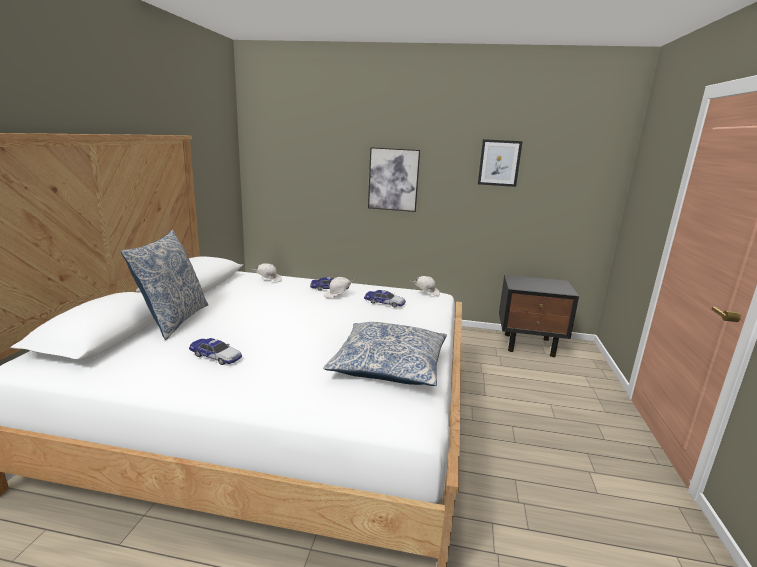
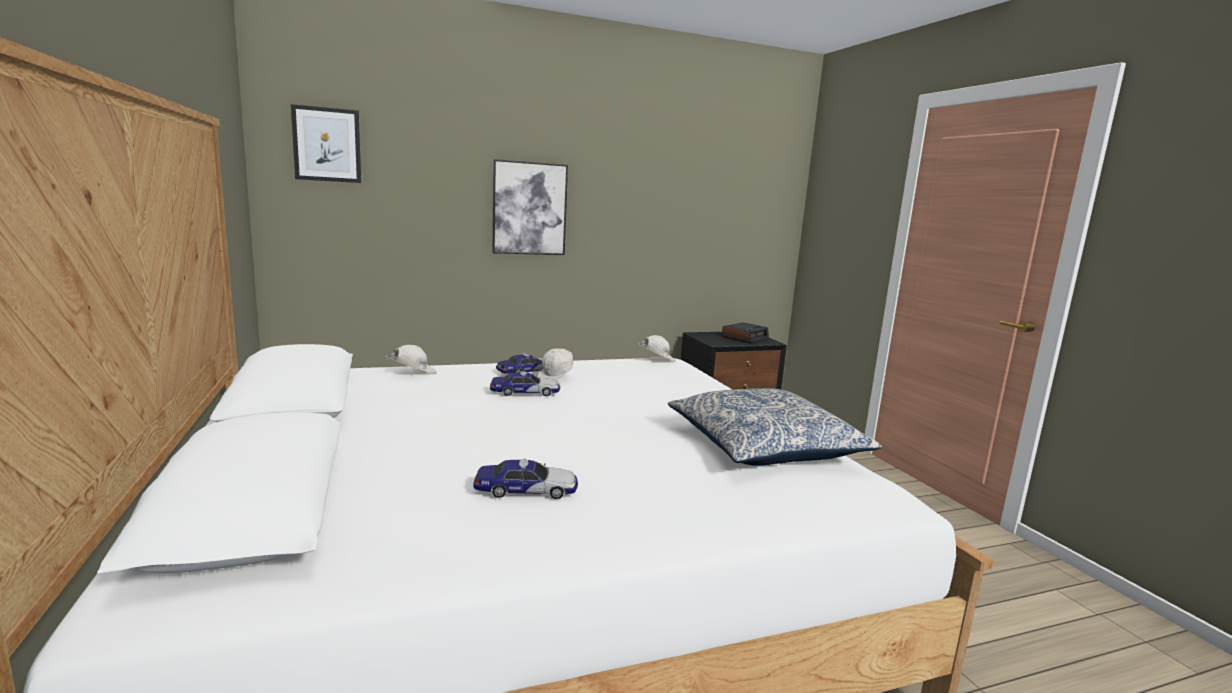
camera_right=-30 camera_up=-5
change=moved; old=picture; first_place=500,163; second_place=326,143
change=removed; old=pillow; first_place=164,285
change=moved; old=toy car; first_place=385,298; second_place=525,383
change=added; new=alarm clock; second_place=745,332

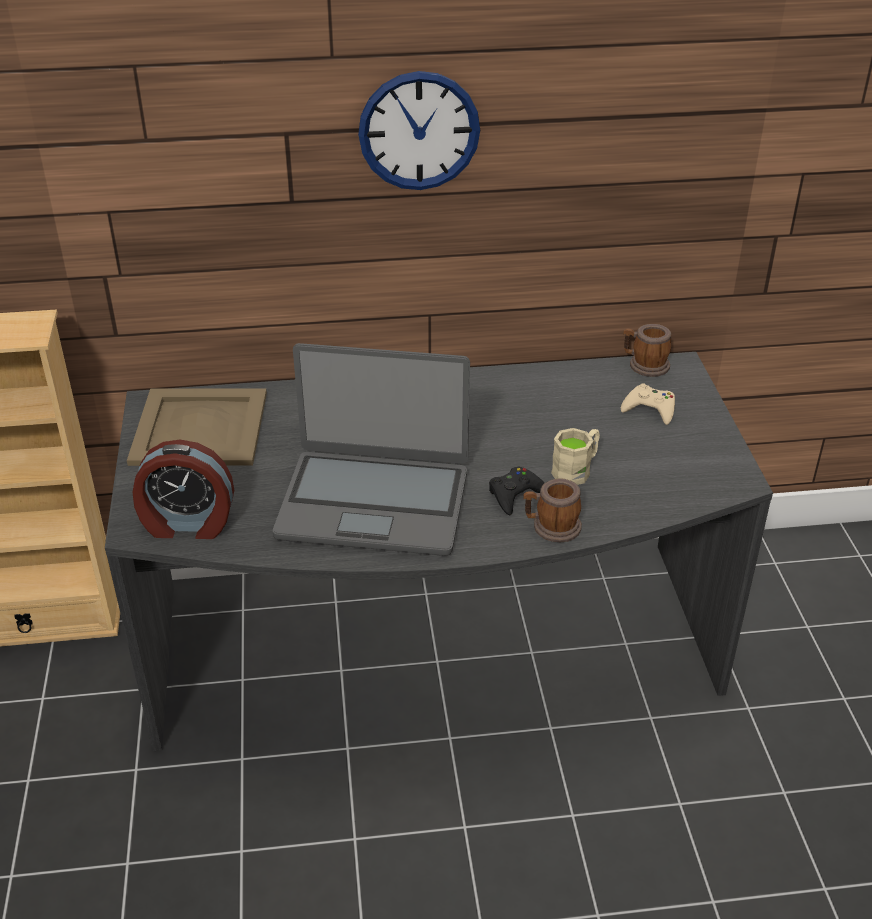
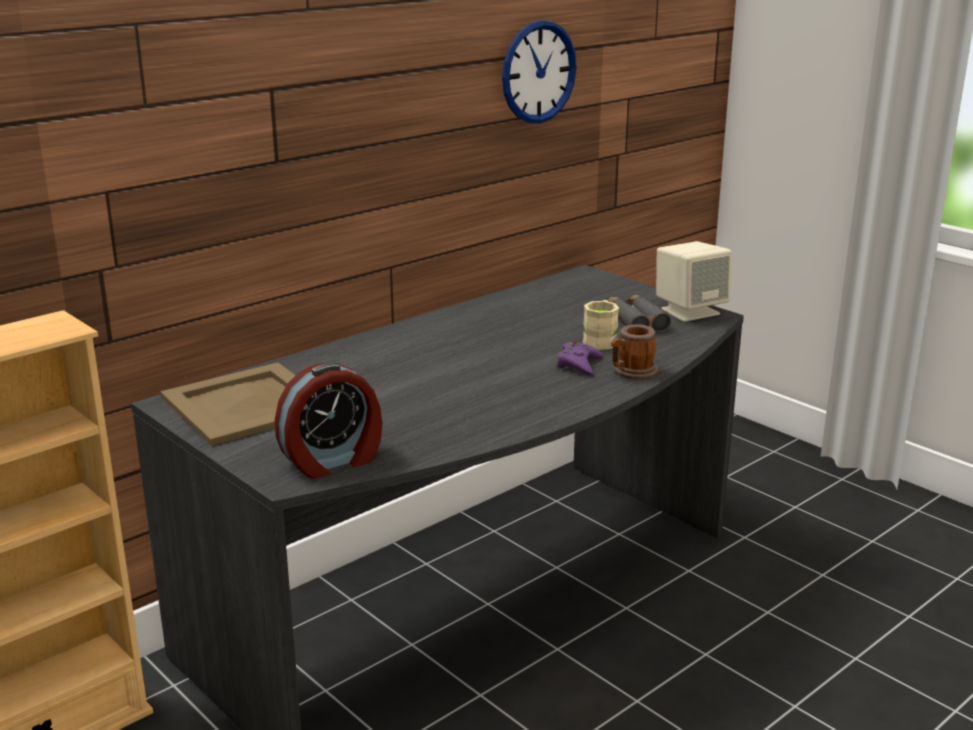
camera_right=-35 camera_up=-15
change=moved; old=wall clock; first_place=419,130; second_place=539,72
change=removed; old=mug; first_place=647,350
change=removed; old=laptop; first_place=371,449
change=removed; old=beige game controller; first_place=648,404
change=recoloured; old=black game controller; new=purple game controller; first_place=516,491; second_place=580,359
change=added; new=beige speaker; second_place=694,281
change=added; new=grey binoculars; second_place=639,313

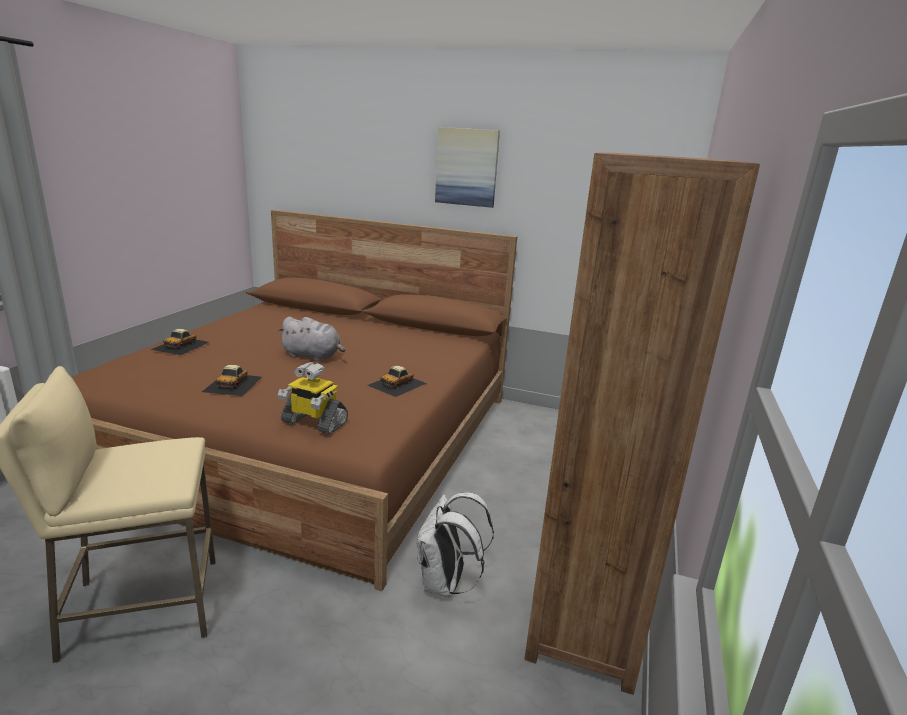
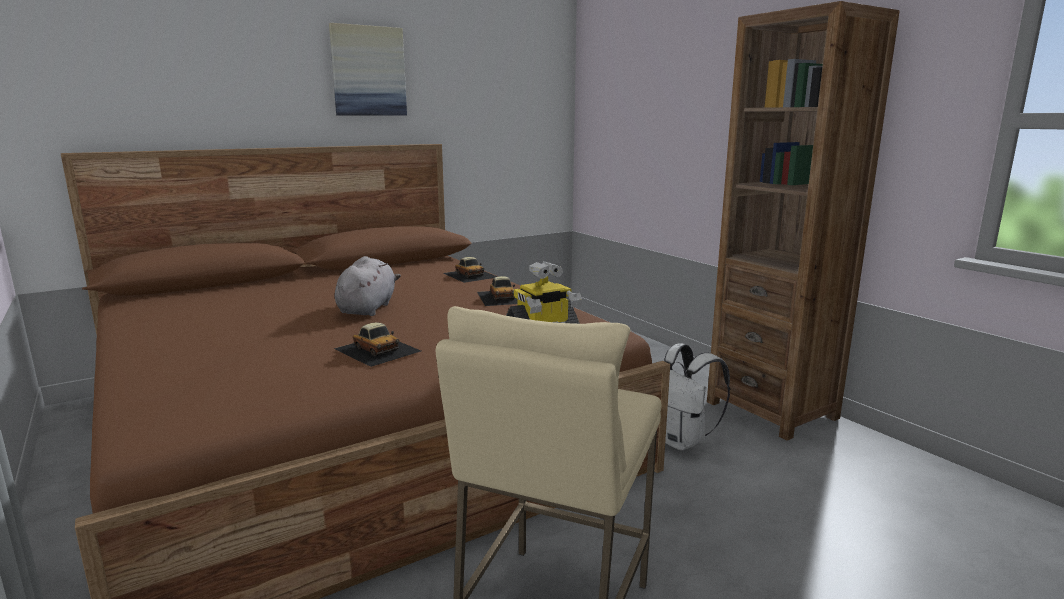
camera_right=-50 camera_up=-5
change=turned; old=grey plush toy; first_place=311,339; second_place=368,286; degrees=-45
change=moved; old=toy car; first_place=179,342; second_place=470,270

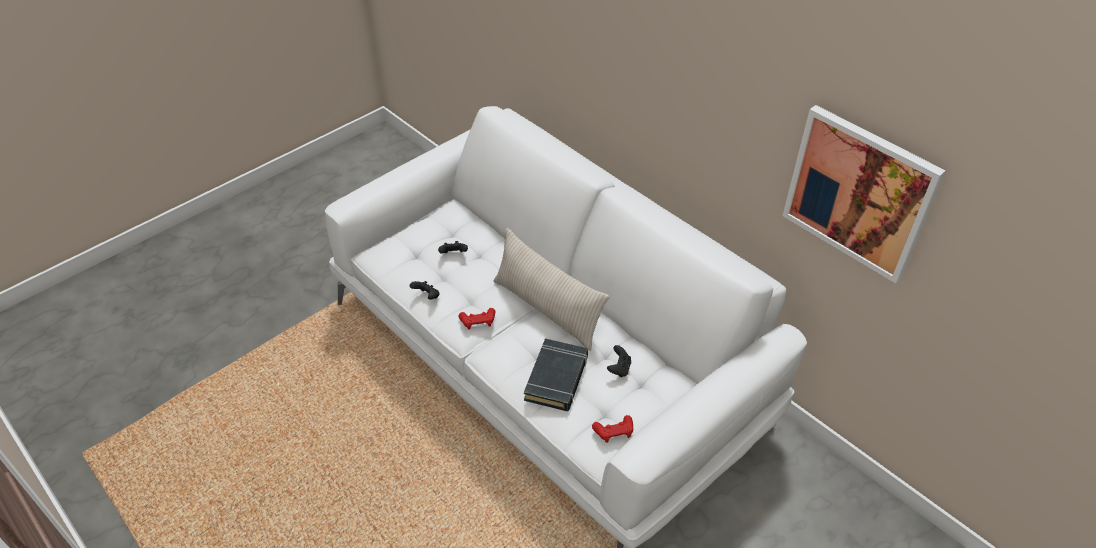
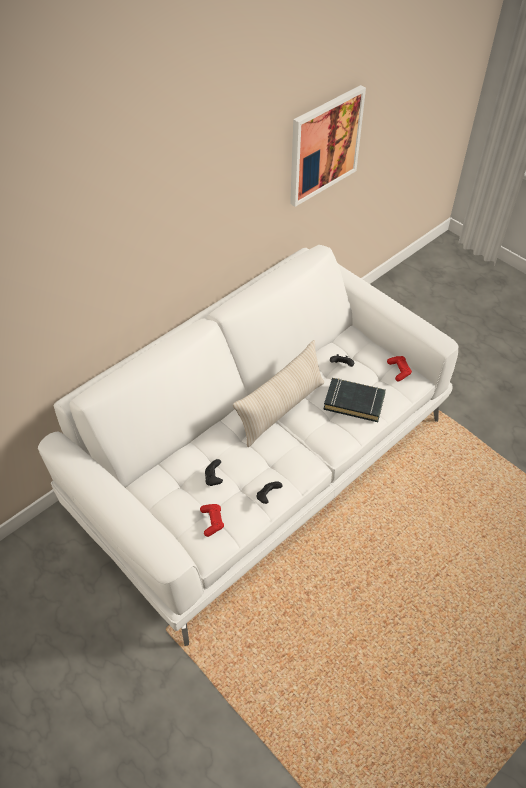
camera_right=-90 camera_up=5
change=moved; old=red game controller; first_place=476,319; second_place=212,520

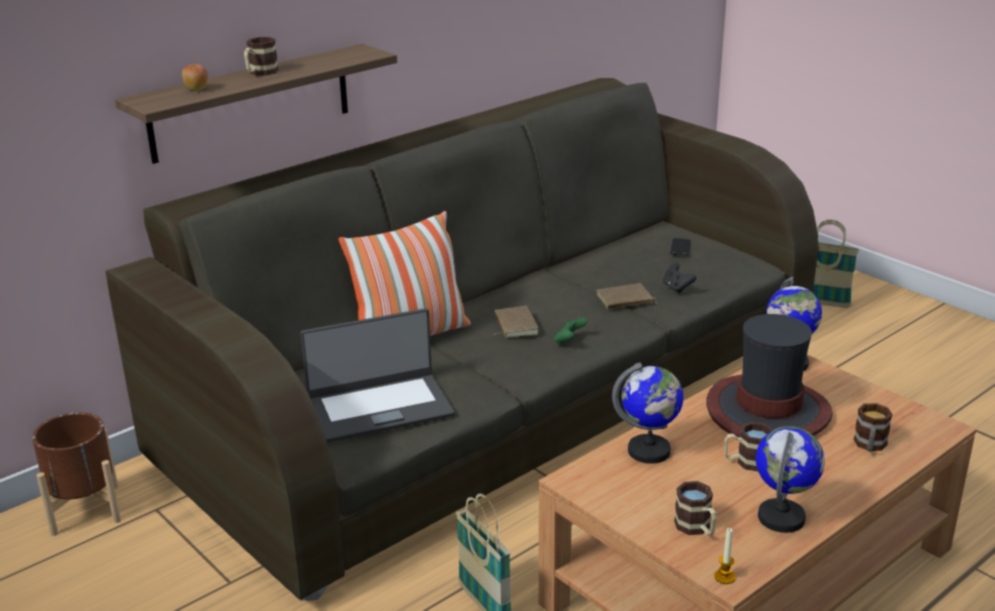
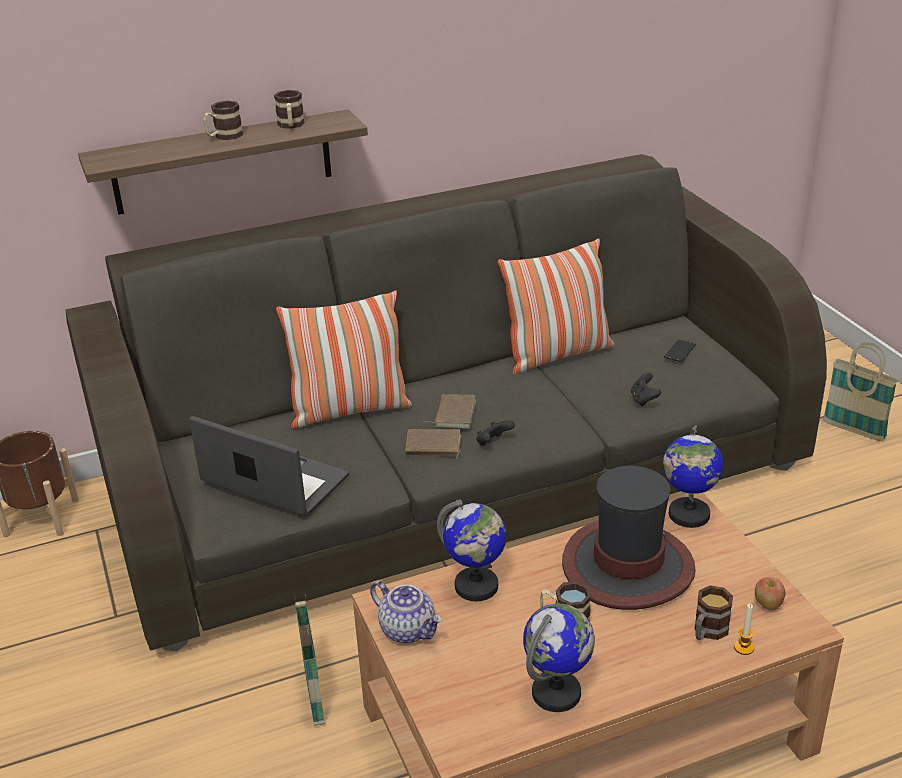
camera_right=20 camera_up=5
change=moved; old=apple; first_place=195,77; second_place=770,593
change=moved; old=brown book; first_place=626,296; second_place=433,444
change=turned; old=laptop; first_place=378,375; second_place=269,466; degrees=-150
change=recoloured; old=green game controller; new=black game controller; first_place=570,331; second_place=495,433
change=moved; old=mug; first_place=695,508; second_place=289,109
change=moved; old=candle; first_place=725,556; second_place=744,629
change=added; new=pillow; second_place=556,306
change=added; new=teapot; second_place=406,612

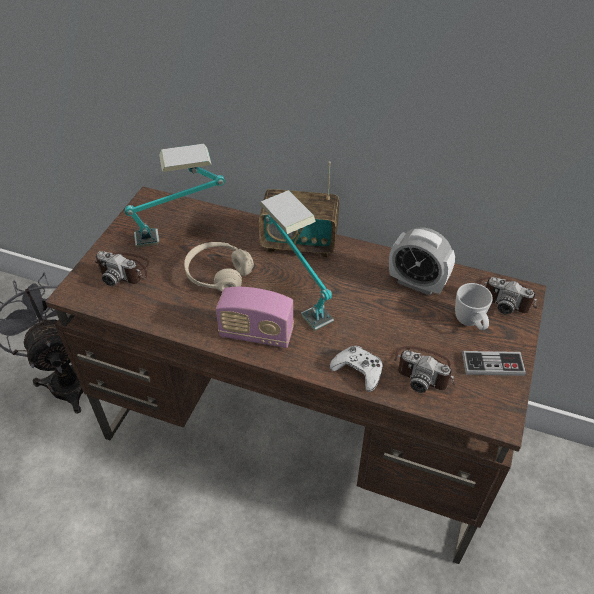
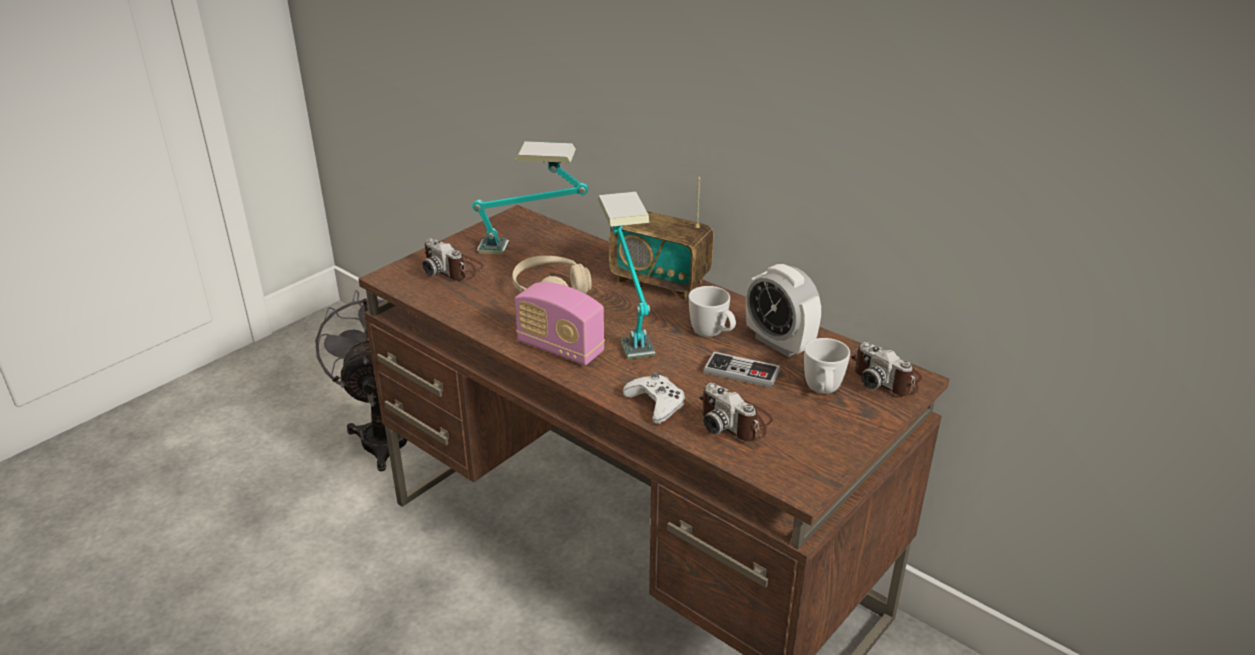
camera_right=20 camera_up=-15
change=moved; old=game controller; first_place=494,363; second_place=742,370
change=added; new=white mug; second_place=712,311

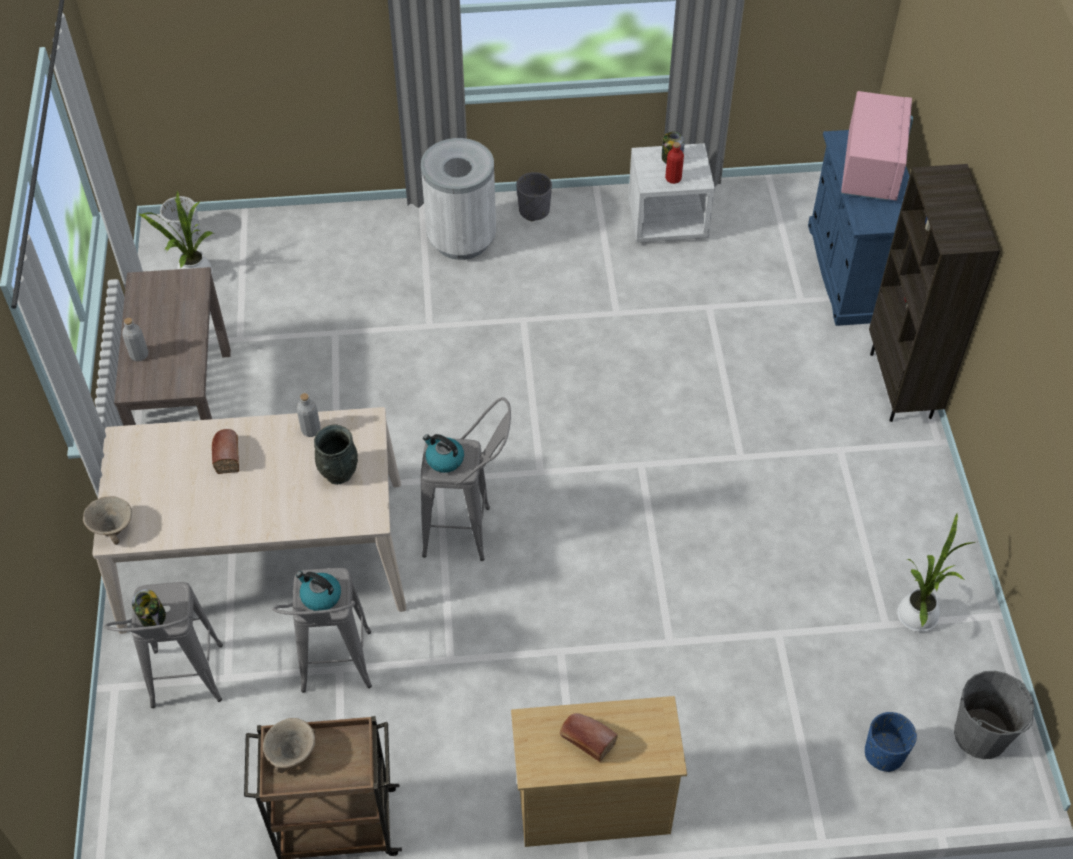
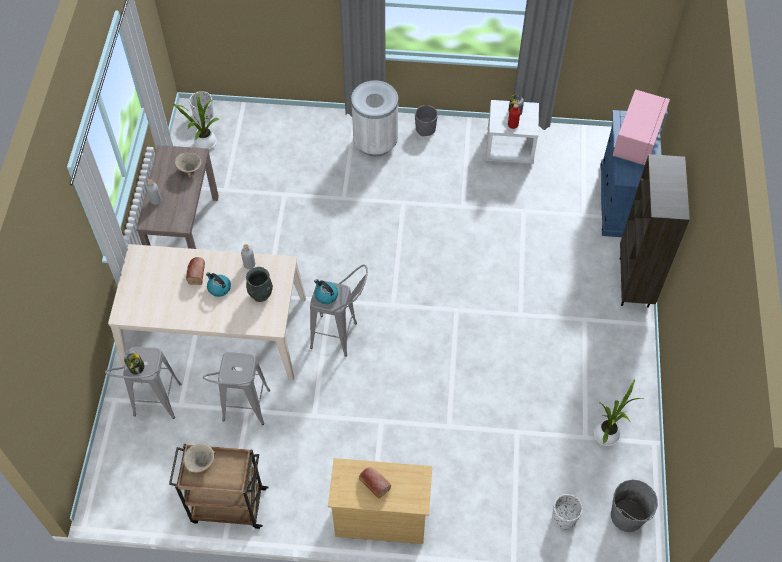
camera_right=10 camera_up=5
change=moved; old=beige bowl; first_place=107,520; second_place=188,165
change=moved; old=kettle; first_place=318,591; second_place=218,284
change=recoloured; old=blue planter; new=white planter; first_place=891,742; second_place=567,511

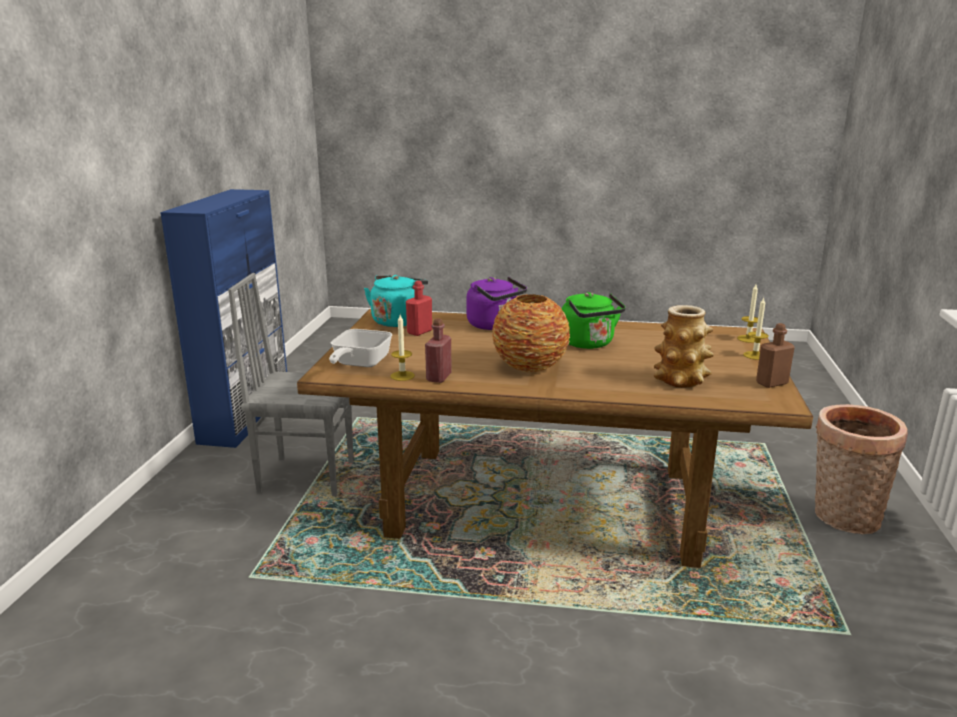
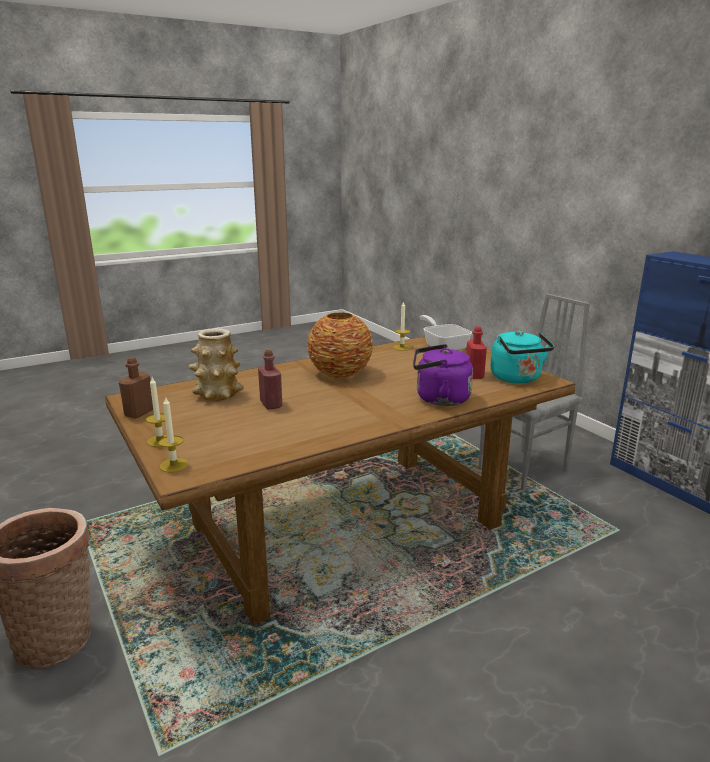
camera_right=140 camera_up=0
change=removed; old=green kettle; first_place=594,320
change=moved; old=red bottle; first_place=438,350; second_place=270,380

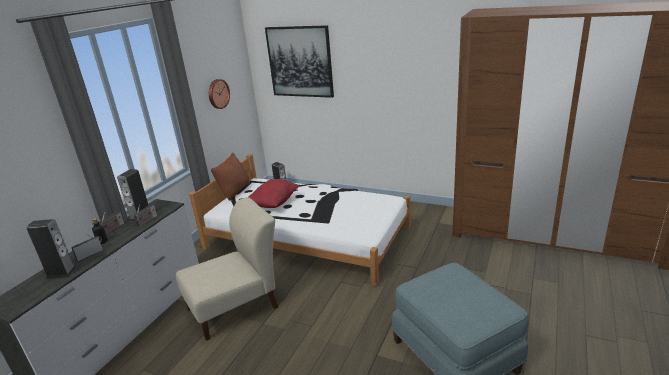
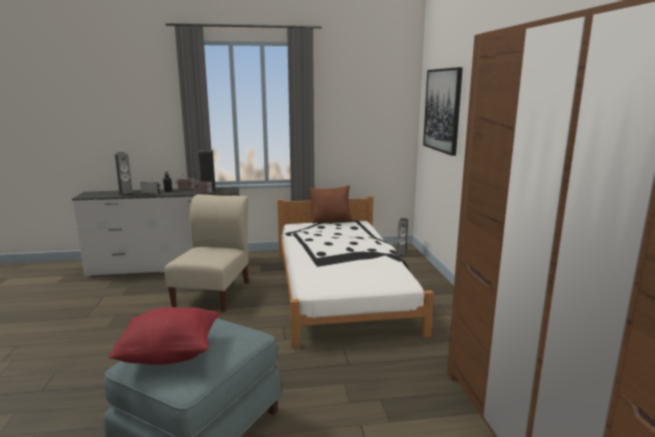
camera_right=55 camera_up=-10
change=removed; old=wall clock; first_place=219,94
change=moved; old=red pillow; first_place=273,193; second_place=163,336
change=turned; old=beige chair; first_place=227,269; second_place=206,253; degrees=-105

